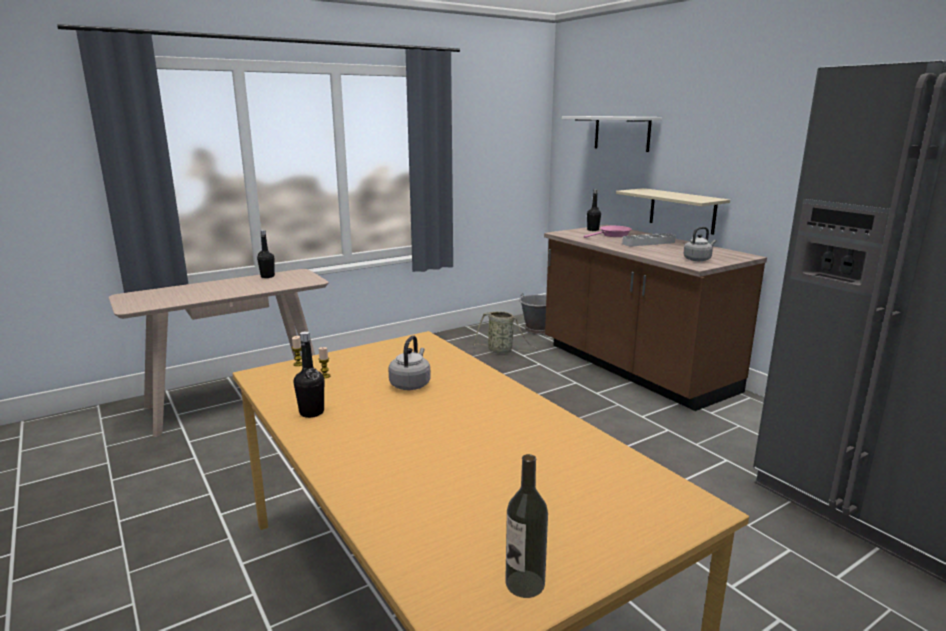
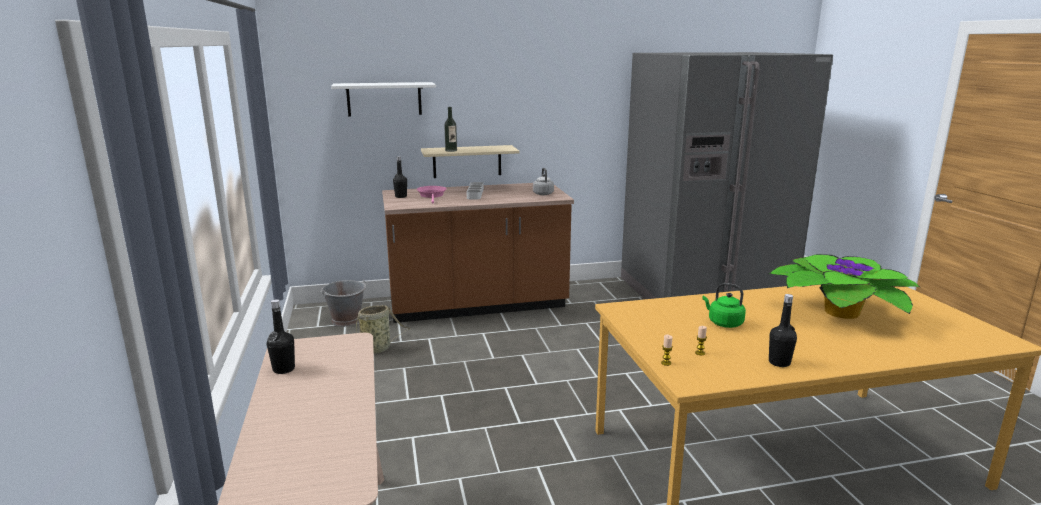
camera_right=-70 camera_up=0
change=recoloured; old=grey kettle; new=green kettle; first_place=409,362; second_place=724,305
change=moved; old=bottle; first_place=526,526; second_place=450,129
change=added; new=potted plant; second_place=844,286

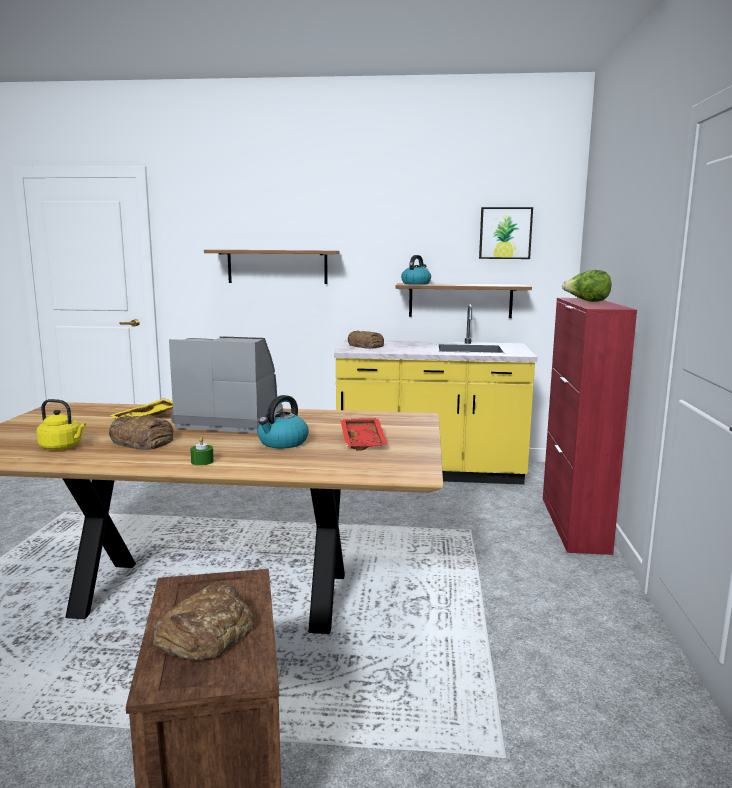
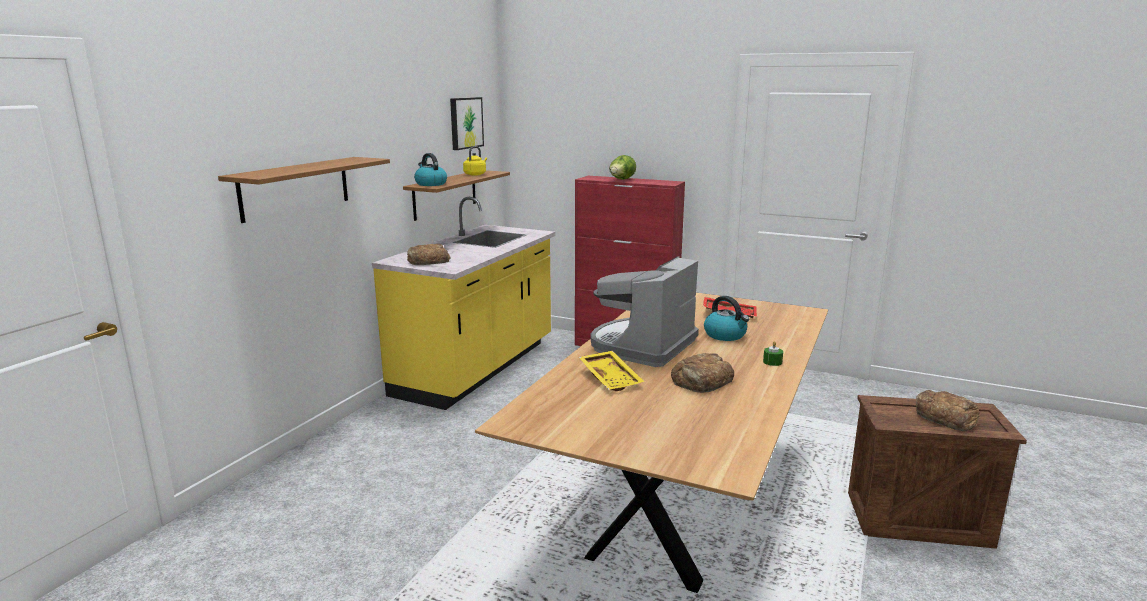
camera_right=-70 camera_up=5
change=moved; old=yellow kettle; first_place=61,424; second_place=475,161

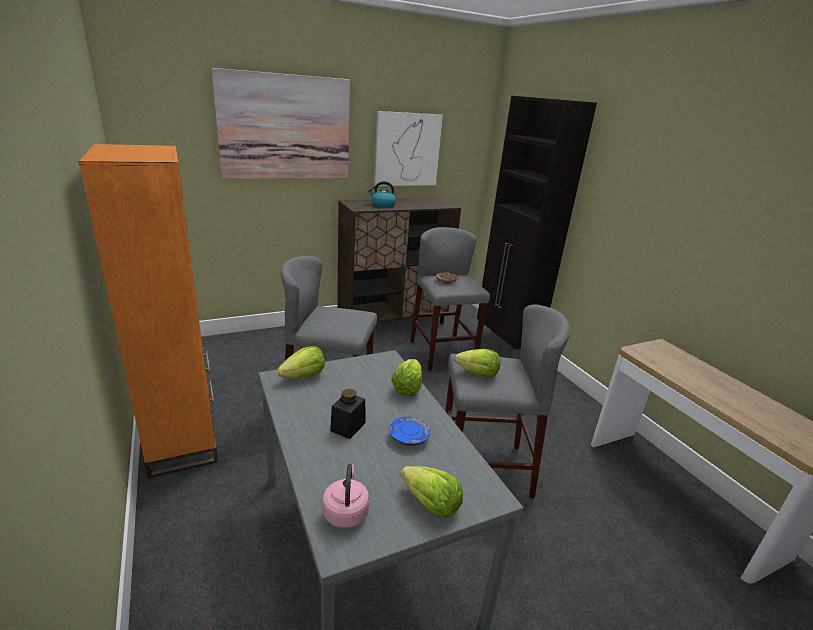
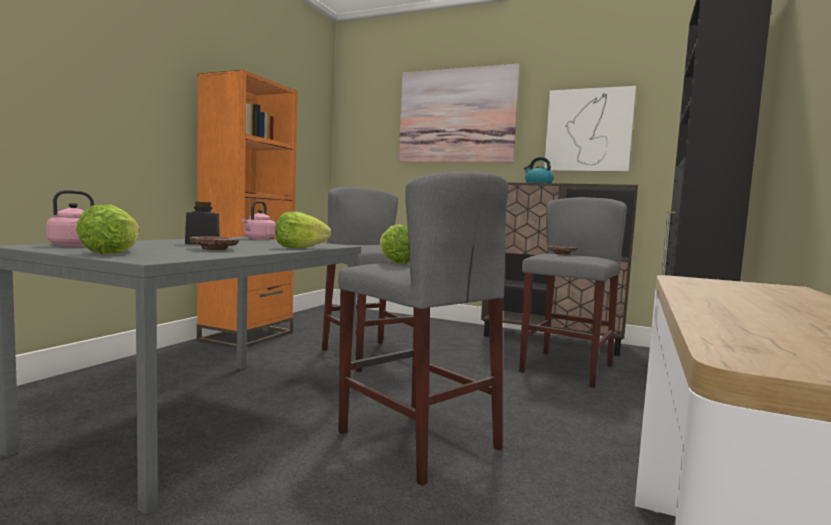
camera_right=50 camera_up=-20
change=replaced; old=lettuce; new=pink kettle; first_place=301,362; second_place=259,220
change=recoloured; old=blue plate; new=brown plate; first_place=410,431; second_place=214,243

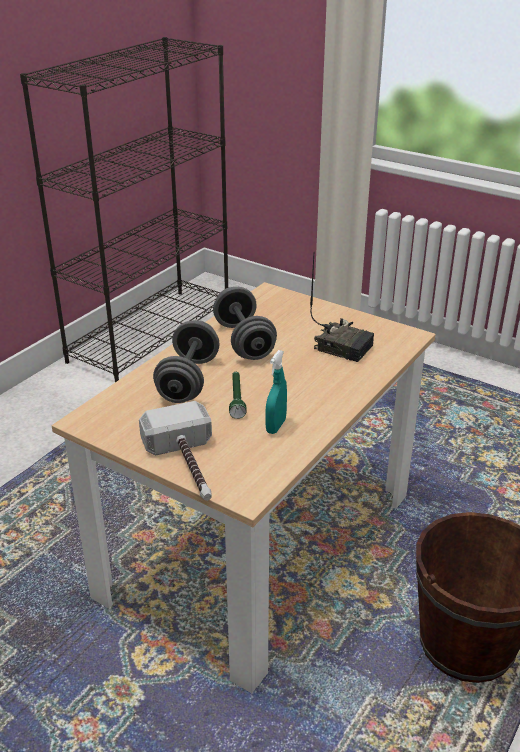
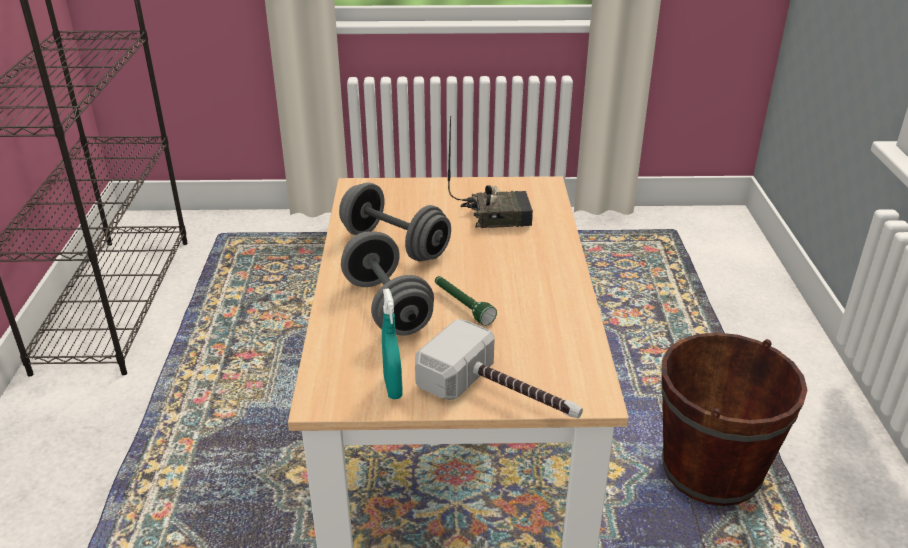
camera_right=-35 camera_up=0
change=moved; old=turquoise spray bottle; first_place=276,392; second_place=392,343

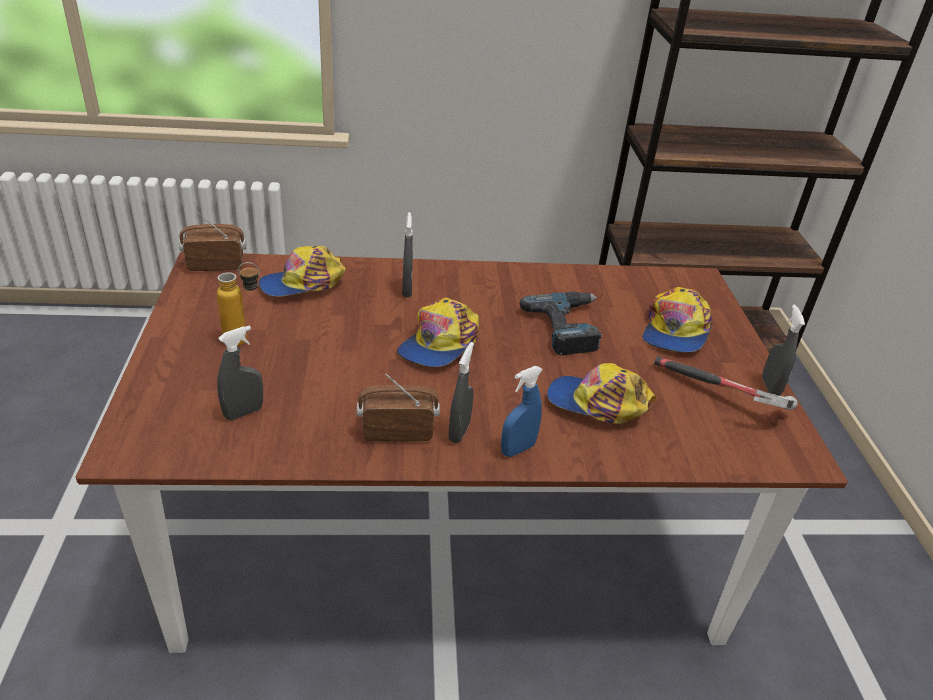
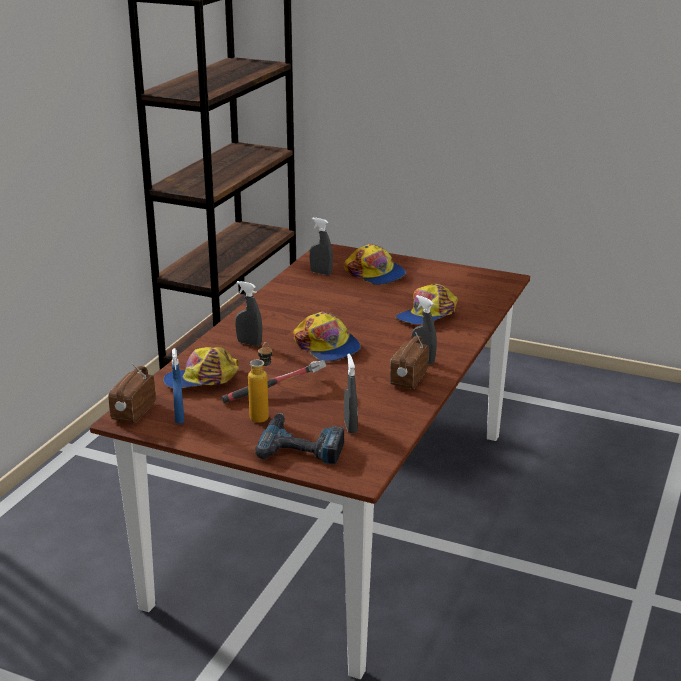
camera_right=-60 camera_up=-10
change=turned; old=cap; first_place=302,271; second_place=201,367; degrees=75
change=moved; old=power drill; first_place=561,323; second_place=300,438
change=moved; old=grey spray bottle; first_place=783,350; second_place=321,246
change=moved; old=hammer; first_place=726,383; second_place=273,381
change=moved; old=blue spray bottle; first_place=522,411; second_place=178,386

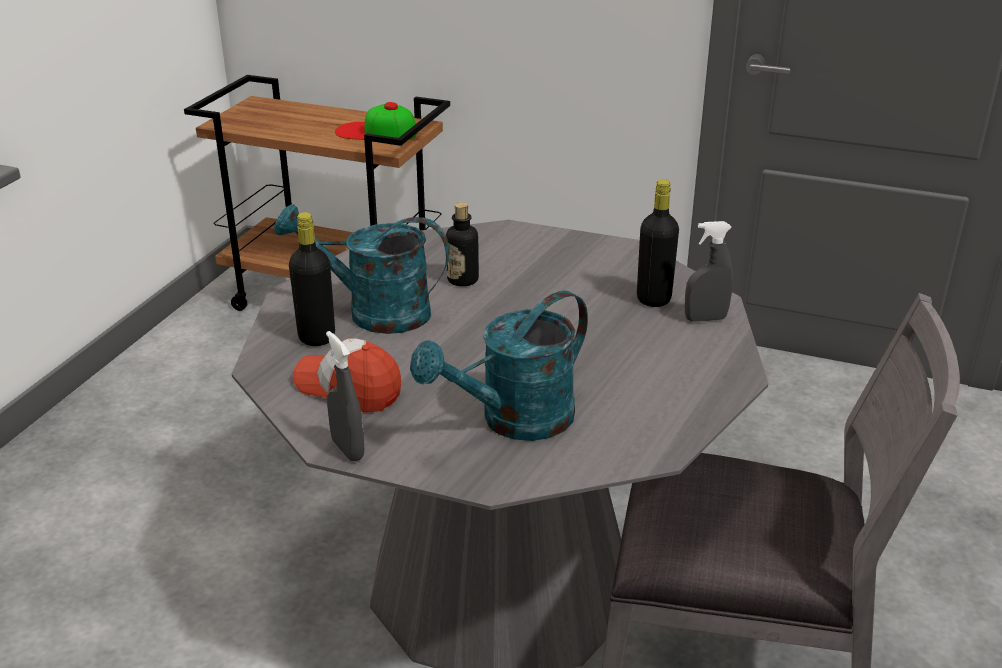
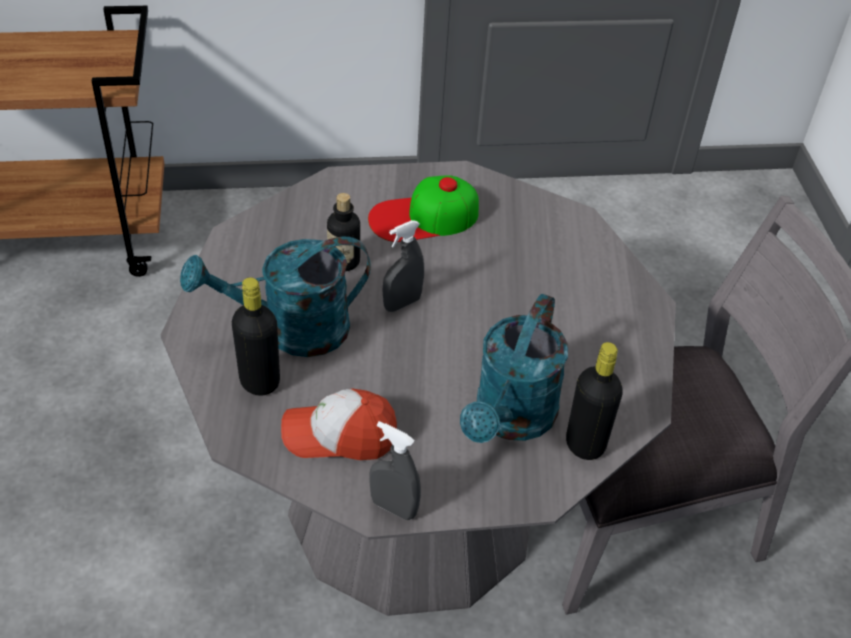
camera_right=-30 camera_up=15
change=moved; old=cap; first_place=376,121; second_place=423,209
change=moved; old=black bottle; first_place=658,243; second_place=594,401
change=moved; old=grey spray bottle; first_place=709,271; second_place=403,266

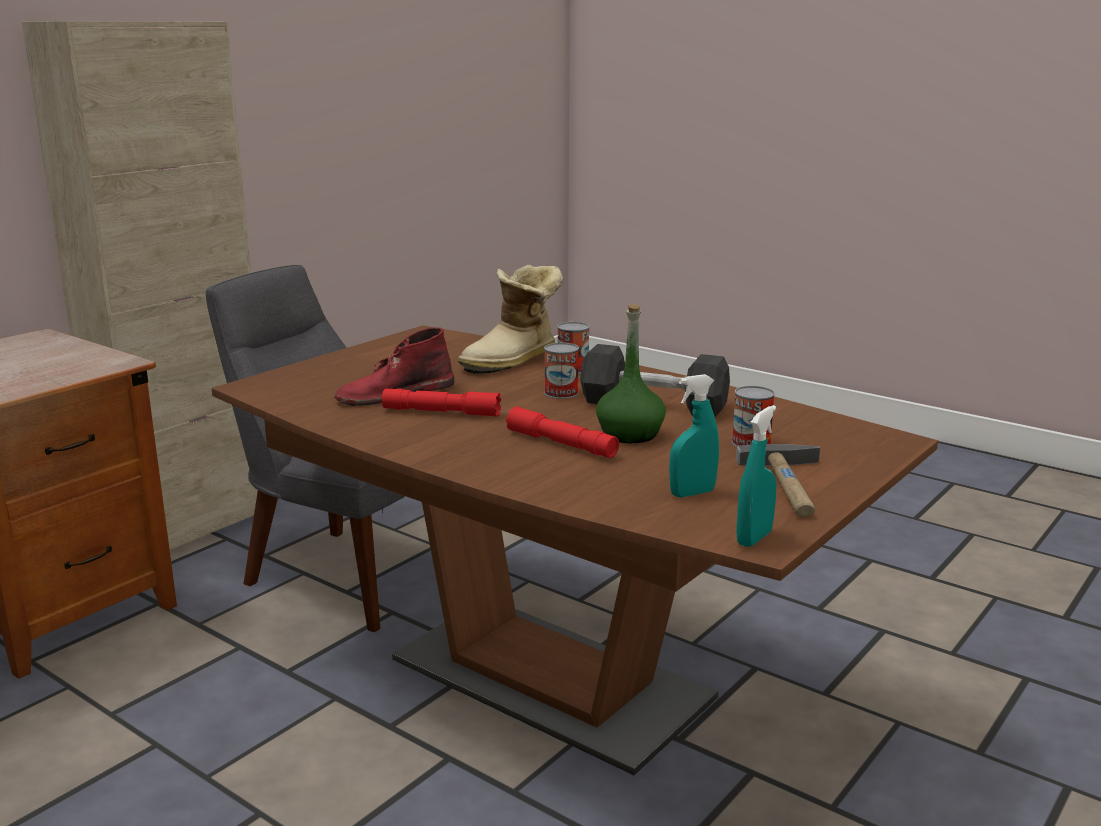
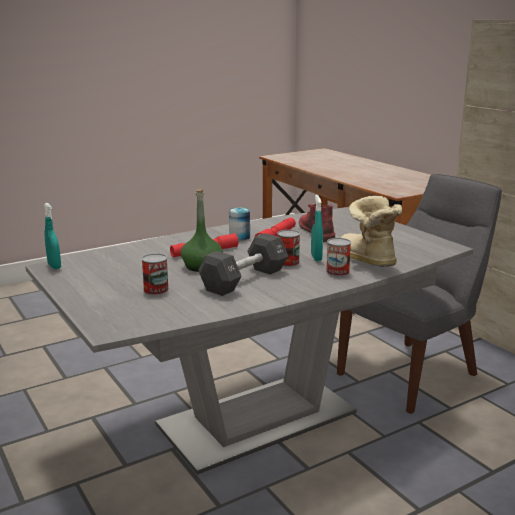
camera_right=110 camera_up=0
change=recoloured; old=brown dining table; new=grey dining table; first_place=574,550; second_place=249,341
change=moved; old=turquoise spray bottle; first_place=694,435; second_place=317,228
change=removed; old=hammer; first_place=778,480
change=added; new=can; second_place=239,224

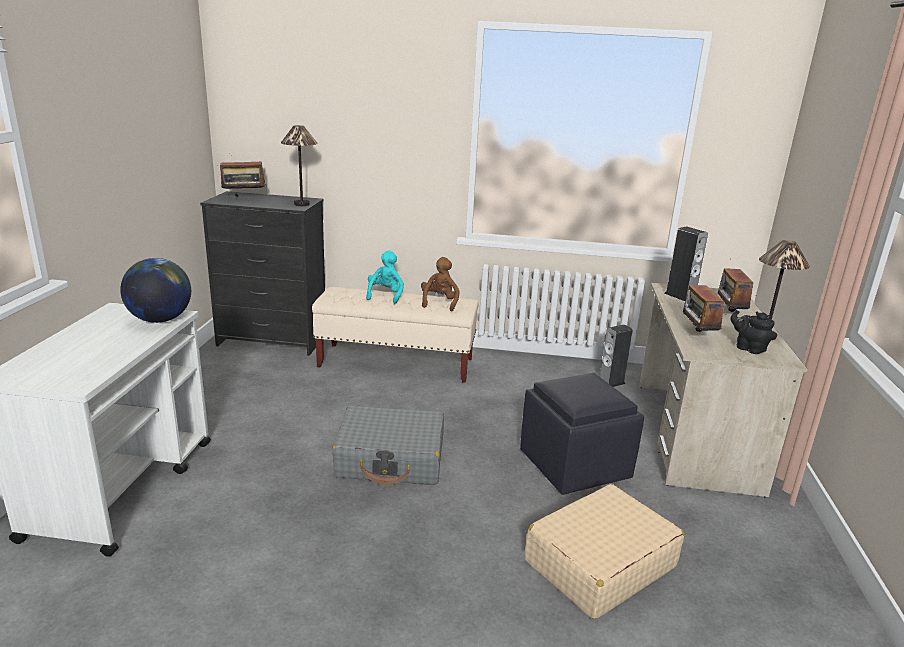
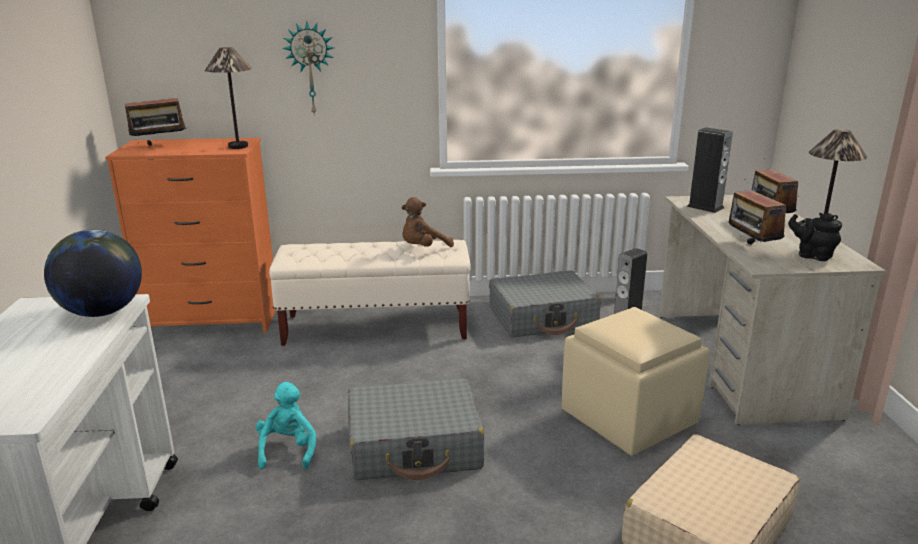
camera_right=-10 camera_up=0
change=recoloured; old=black dresser; new=orange dresser; first_place=262,273; second_place=190,235
change=moved; old=turquoise plush toy; first_place=385,277; second_place=286,425
change=turned; old=brown plush toy; first_place=440,284; second_place=427,222; degrees=-120
change=recoloured; old=black ottoman; new=beige ottoman; first_place=582,434; second_place=636,381
change=added; new=wall clock; second_place=308,68
change=added; new=grey suitcase; second_place=545,303

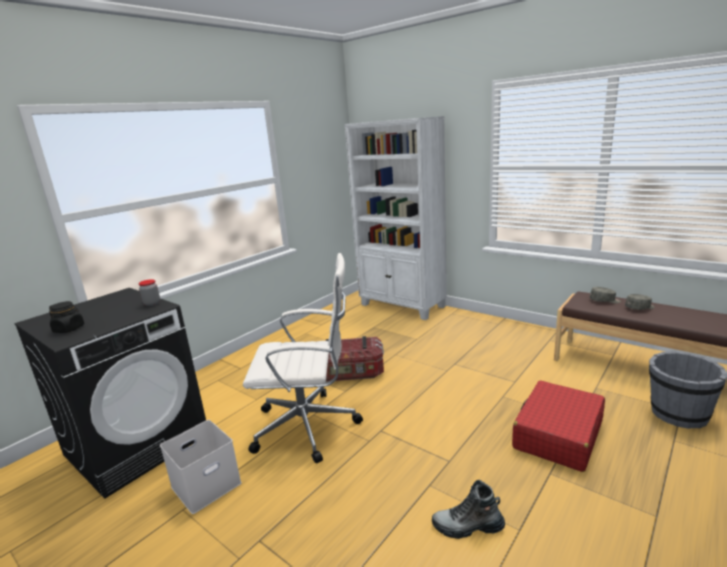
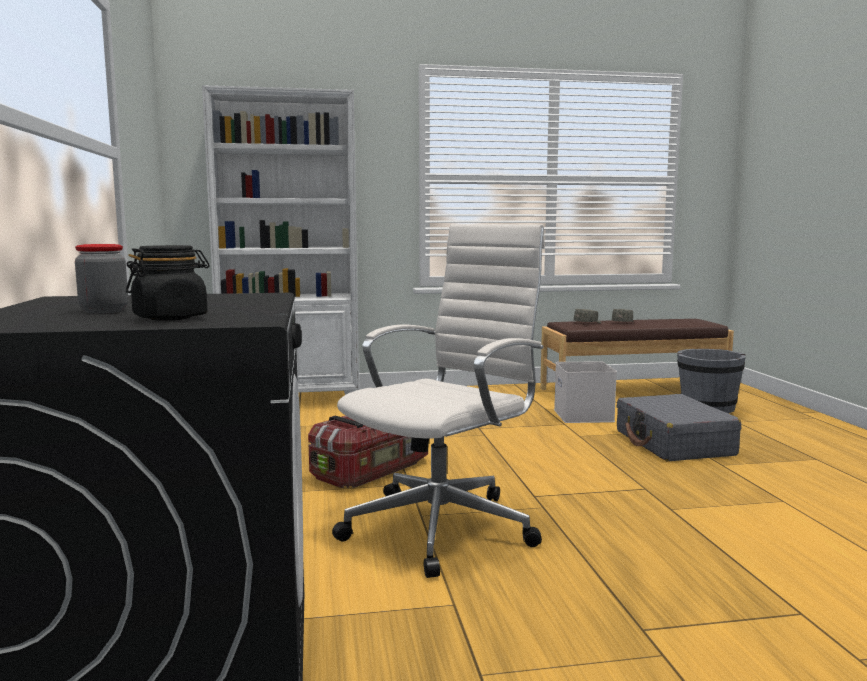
camera_right=-50 camera_up=-10
change=moved; old=jar; first_place=149,292; second_place=101,278
change=recoloured; old=red suitcase; new=grey suitcase; first_place=558,426; second_place=679,427
change=moved; old=white storage box; first_place=200,467; second_place=585,392
change=removed; old=boot; first_place=468,509

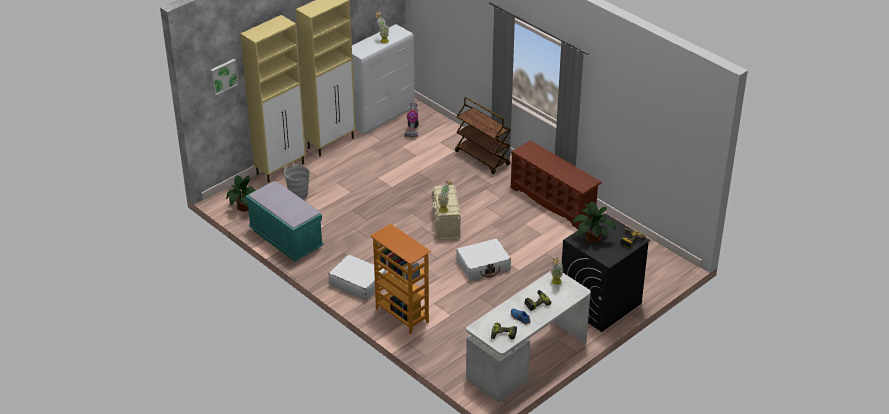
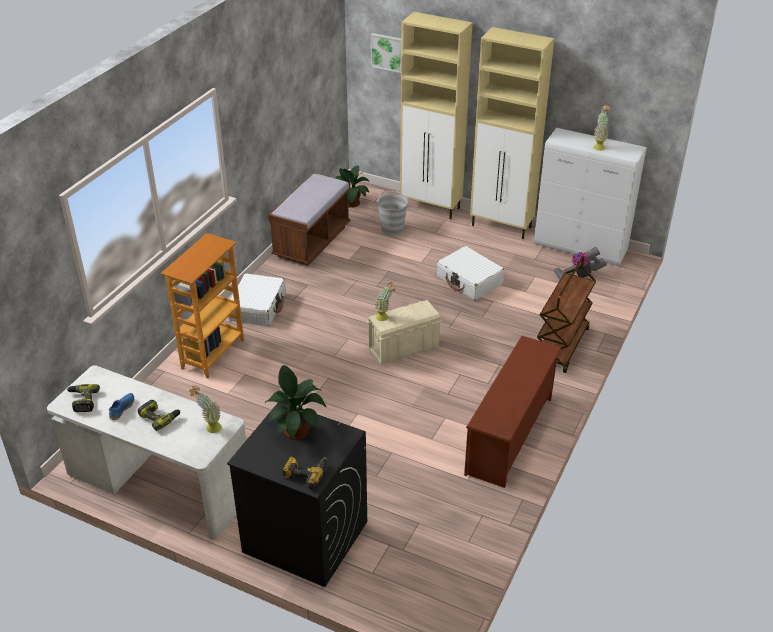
camera_right=70 camera_up=0
change=recoloured; old=turquoise bench; new=brown bench; first_place=285,221; second_place=309,219
change=moved; old=white suitcase; first_place=483,259; second_place=470,273

